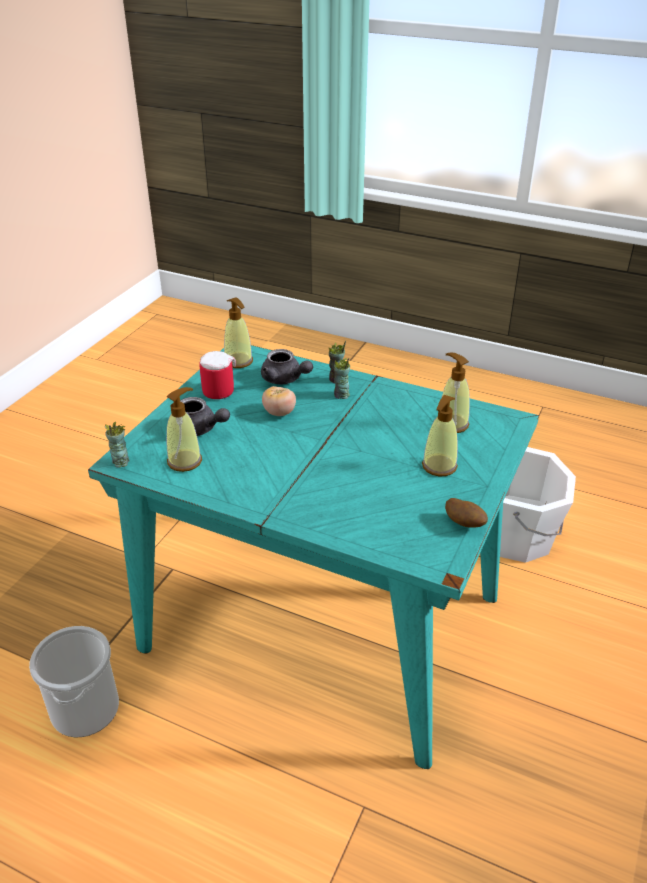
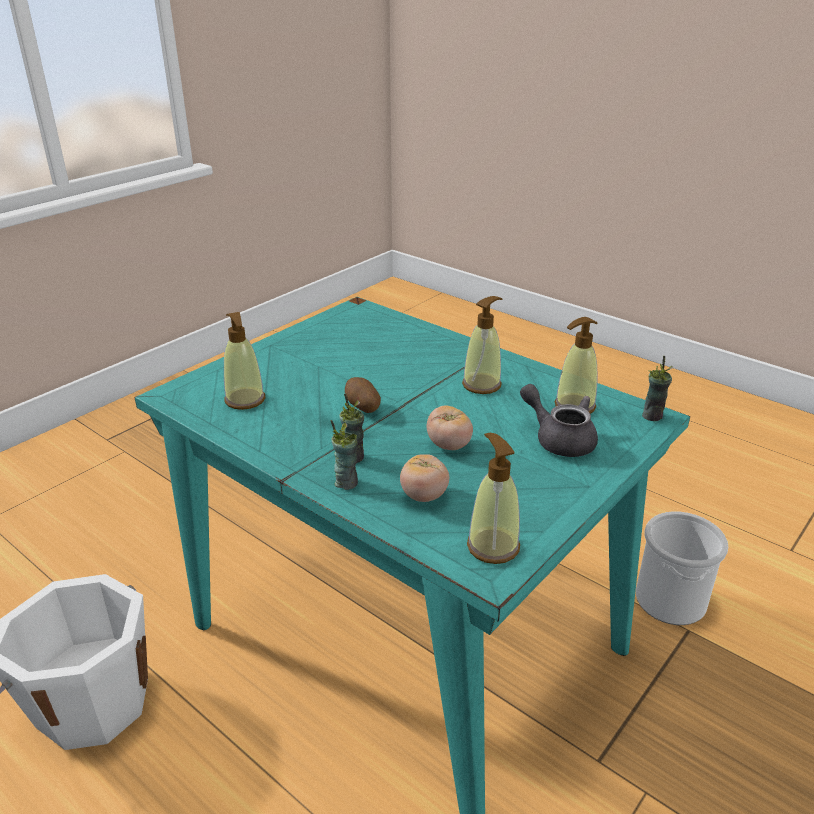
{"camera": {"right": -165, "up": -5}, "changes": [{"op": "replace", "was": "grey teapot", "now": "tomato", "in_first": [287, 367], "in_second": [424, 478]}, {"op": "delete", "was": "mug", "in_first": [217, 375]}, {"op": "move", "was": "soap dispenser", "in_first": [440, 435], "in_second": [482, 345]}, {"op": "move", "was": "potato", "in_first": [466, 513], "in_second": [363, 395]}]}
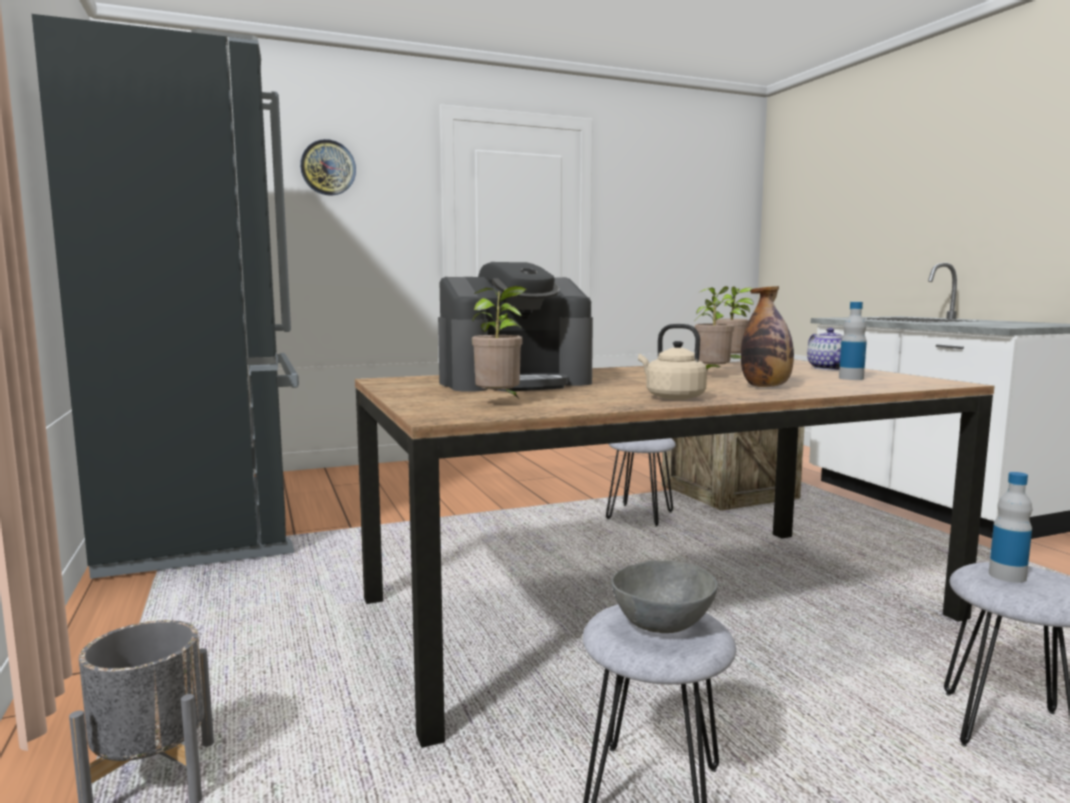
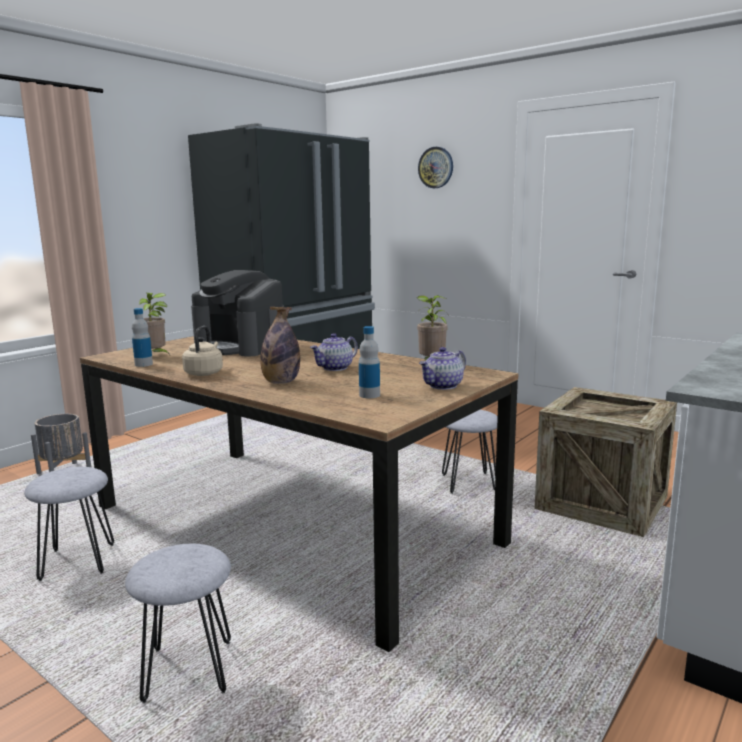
{"camera": {"right": 60, "up": 5}, "changes": [{"op": "replace", "was": "potted plant", "now": "teapot", "in_first": [714, 328], "in_second": [334, 352]}, {"op": "move", "was": "bottle", "in_first": [1010, 527], "in_second": [142, 337]}, {"op": "delete", "was": "grey bowl", "in_first": [664, 596]}]}
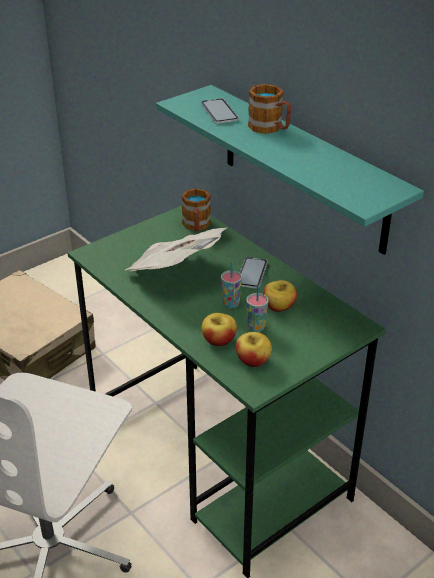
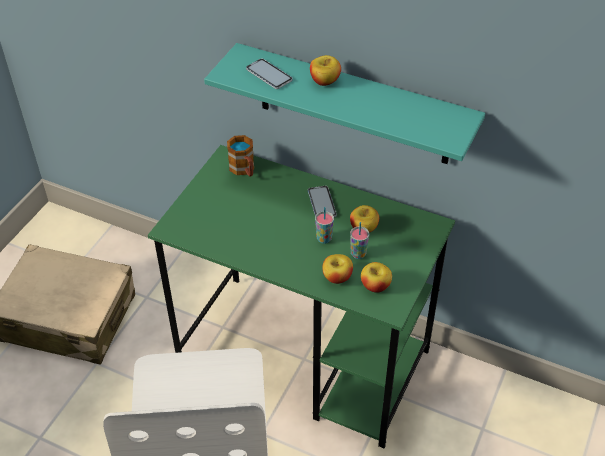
{"camera": {"right": -25, "up": 10}, "changes": [{"op": "replace", "was": "mug", "now": "apple", "in_first": [269, 109], "in_second": [325, 70]}, {"op": "delete", "was": "newspaper", "in_first": [175, 249]}]}
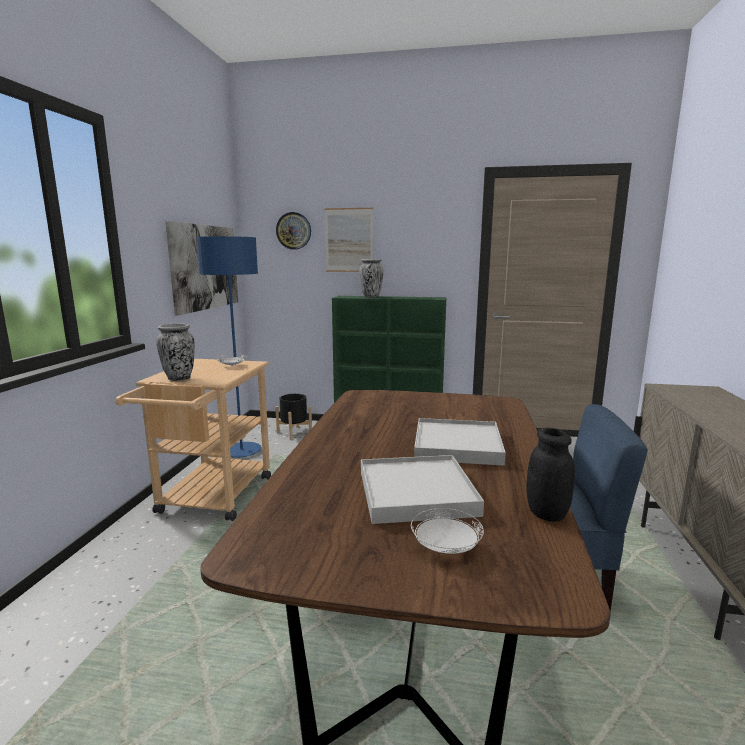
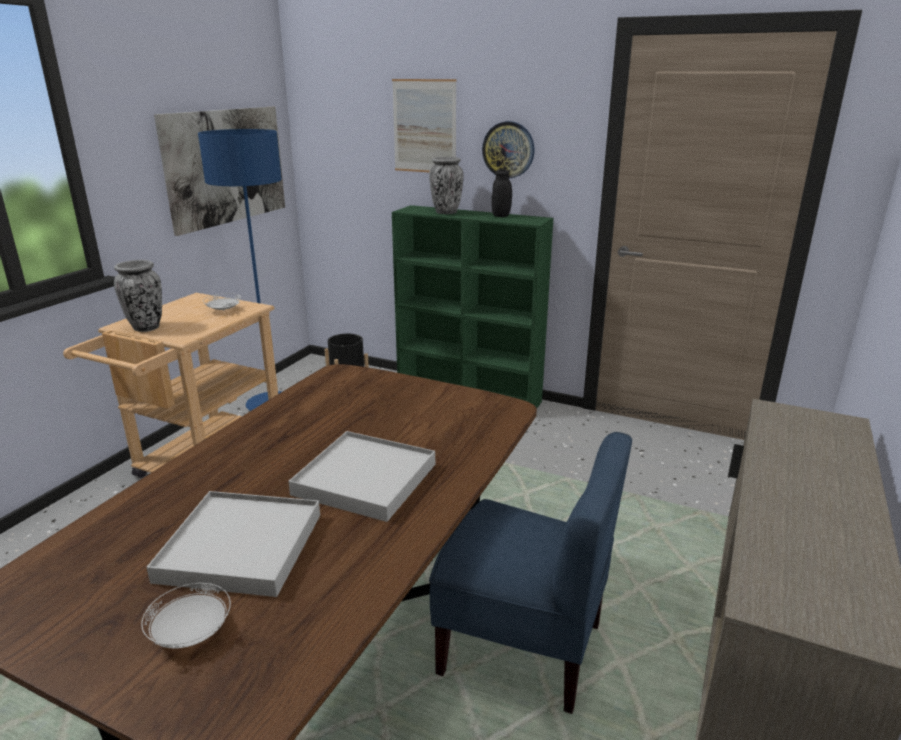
{"camera": {"right": 15, "up": 10}, "changes": [{"op": "move", "was": "wall clock", "in_first": [293, 231], "in_second": [508, 150]}, {"op": "move", "was": "black jar", "in_first": [550, 475], "in_second": [502, 193]}]}
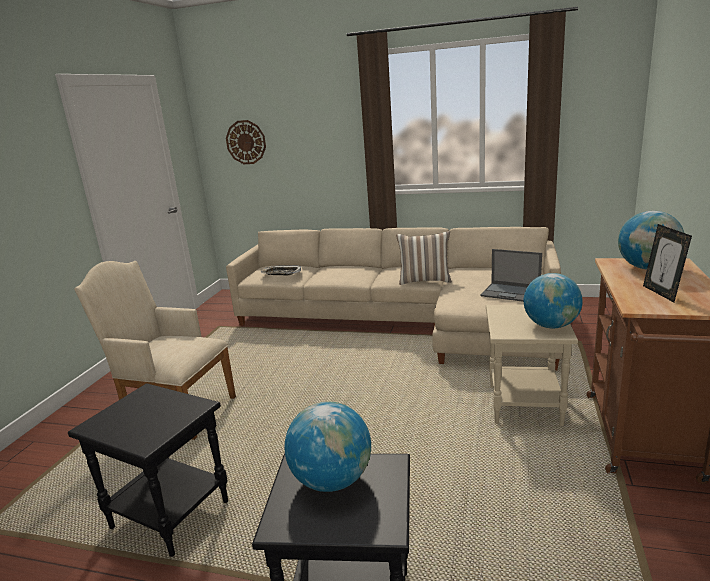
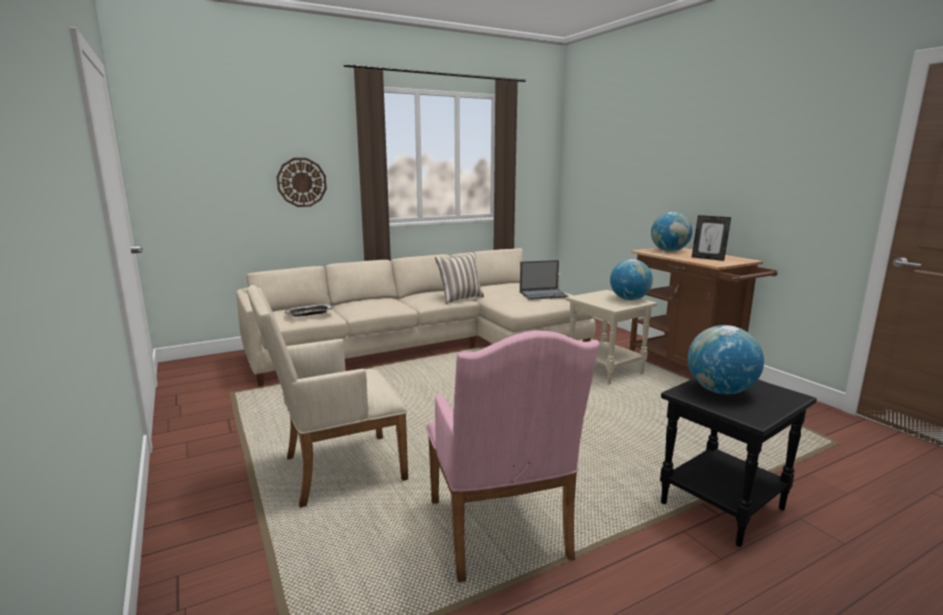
{"camera": {"right": -45, "up": -5}, "changes": [{"op": "move", "was": "wall clock", "in_first": [246, 142], "in_second": [301, 182]}, {"op": "replace", "was": "black side table", "now": "pink armchair", "in_first": [148, 470], "in_second": [513, 457]}]}
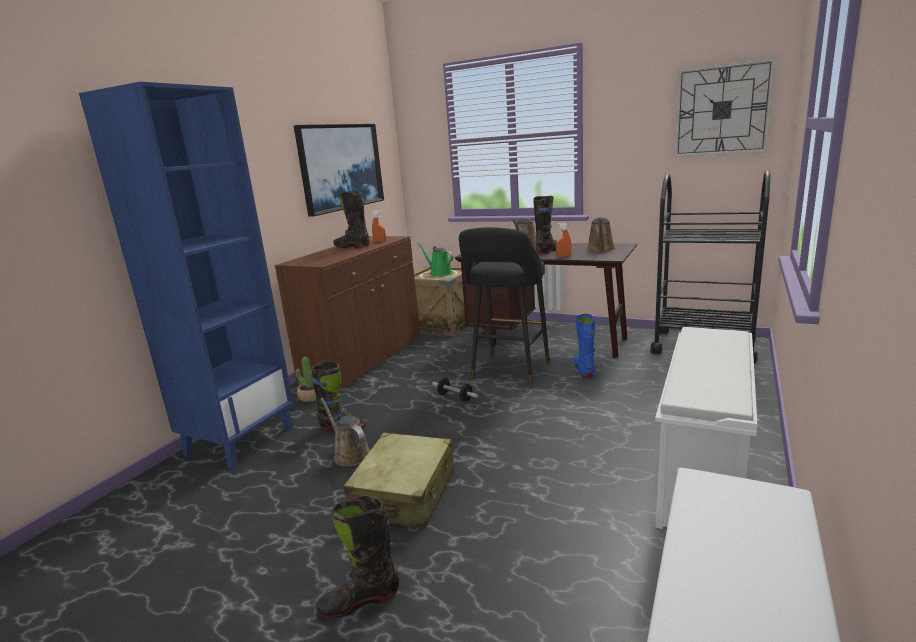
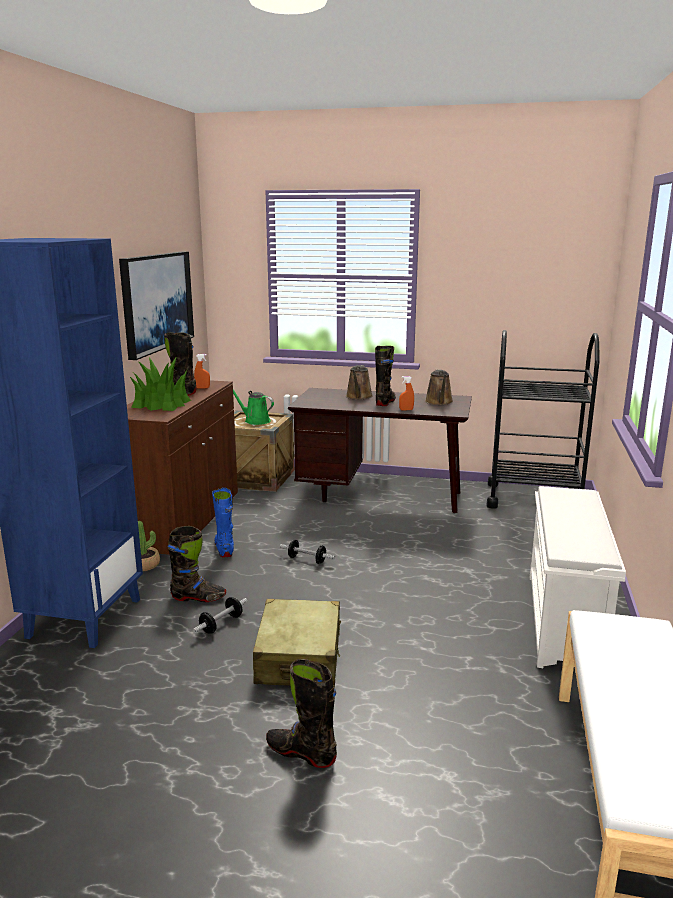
{"camera": {"right": -15, "up": 0}, "changes": [{"op": "delete", "was": "wall clock", "in_first": [725, 107]}, {"op": "delete", "was": "black stool", "in_first": [504, 306]}, {"op": "move", "was": "blue boot", "in_first": [584, 346], "in_second": [223, 523]}, {"op": "replace", "was": "brown watering can", "now": "dumbbell", "in_first": [345, 431], "in_second": [220, 615]}, {"op": "rotate", "was": "black boot", "in_first": [357, 556], "in_second": [301, 713], "clockwise": 60}, {"op": "insert", "now": "potted plant", "in_second": [160, 383]}]}
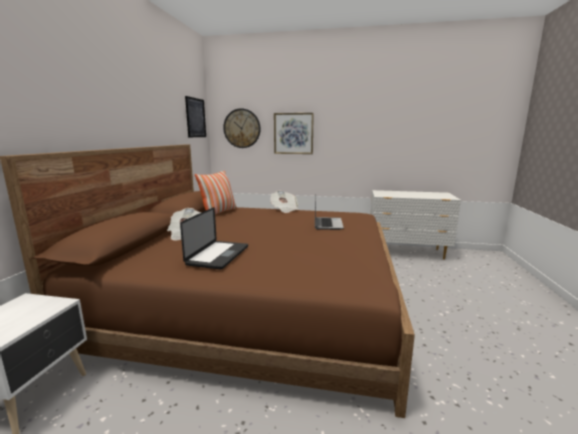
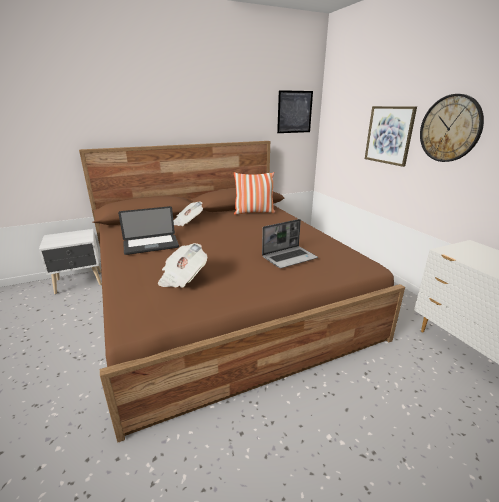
{"camera": {"right": 55, "up": 10}, "changes": [{"op": "move", "was": "wall clock", "in_first": [242, 128], "in_second": [452, 128]}, {"op": "move", "was": "newspaper", "in_first": [284, 201], "in_second": [182, 265]}]}
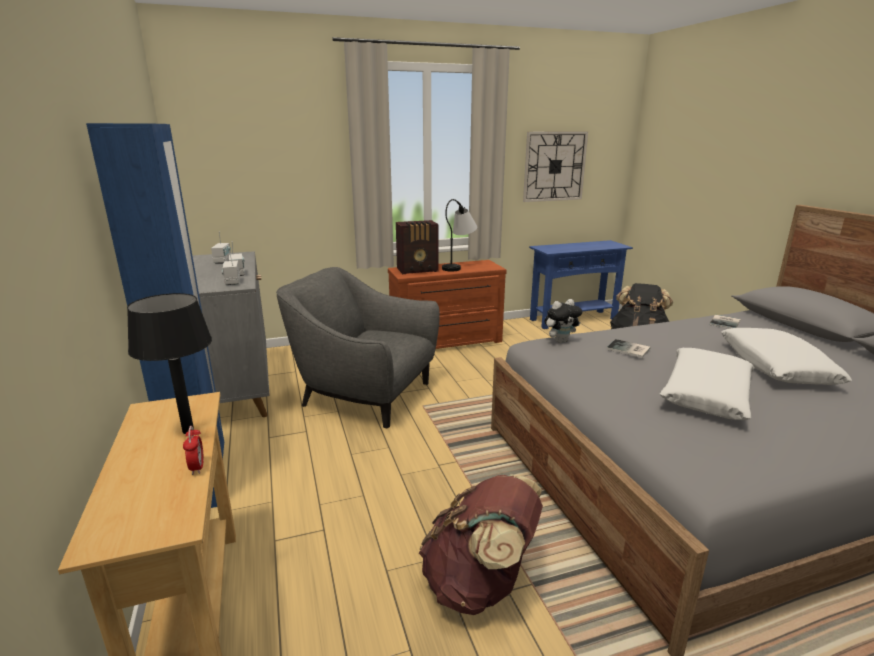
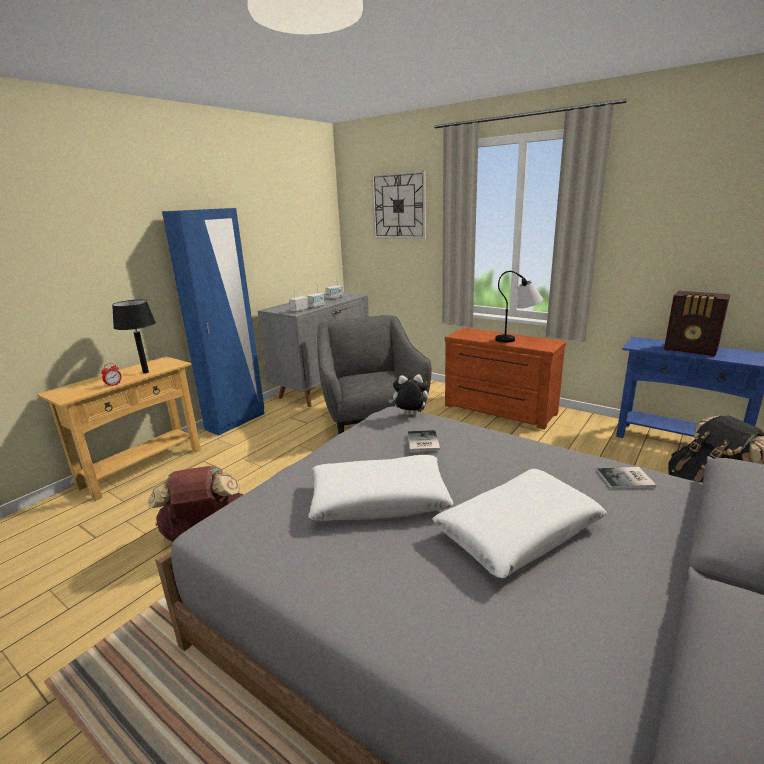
{"camera": {"right": 55, "up": 0}, "changes": [{"op": "move", "was": "wall clock", "in_first": [555, 166], "in_second": [398, 204]}, {"op": "move", "was": "radio", "in_first": [417, 247], "in_second": [697, 324]}, {"op": "rotate", "was": "plush toy", "in_first": [563, 321], "in_second": [408, 394], "clockwise": 150}]}
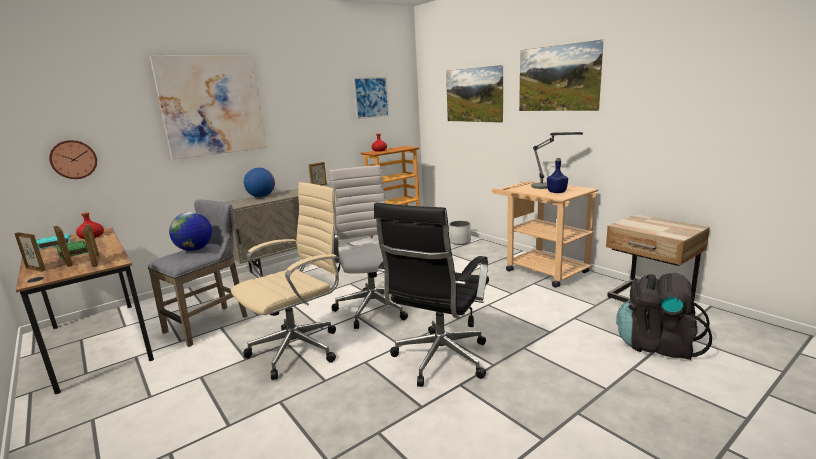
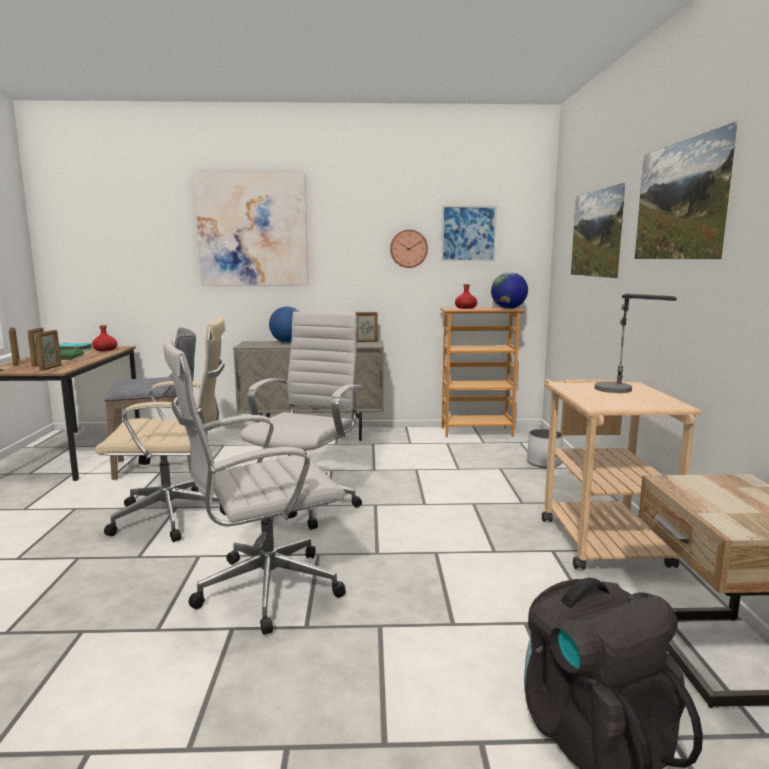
{"camera": {"right": 35, "up": -5}, "changes": [{"op": "move", "was": "wall clock", "in_first": [73, 159], "in_second": [409, 248]}, {"op": "delete", "was": "blue bottle", "in_first": [557, 175]}, {"op": "recolor", "was": "black office chair", "now": "white office chair", "in_first": [431, 294], "in_second": [255, 486]}, {"op": "move", "was": "globe", "in_first": [190, 231], "in_second": [509, 290]}]}
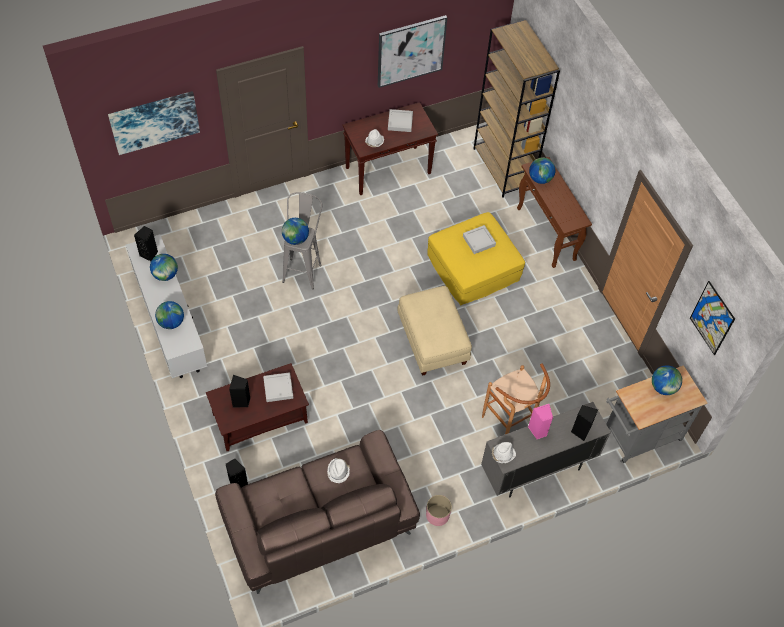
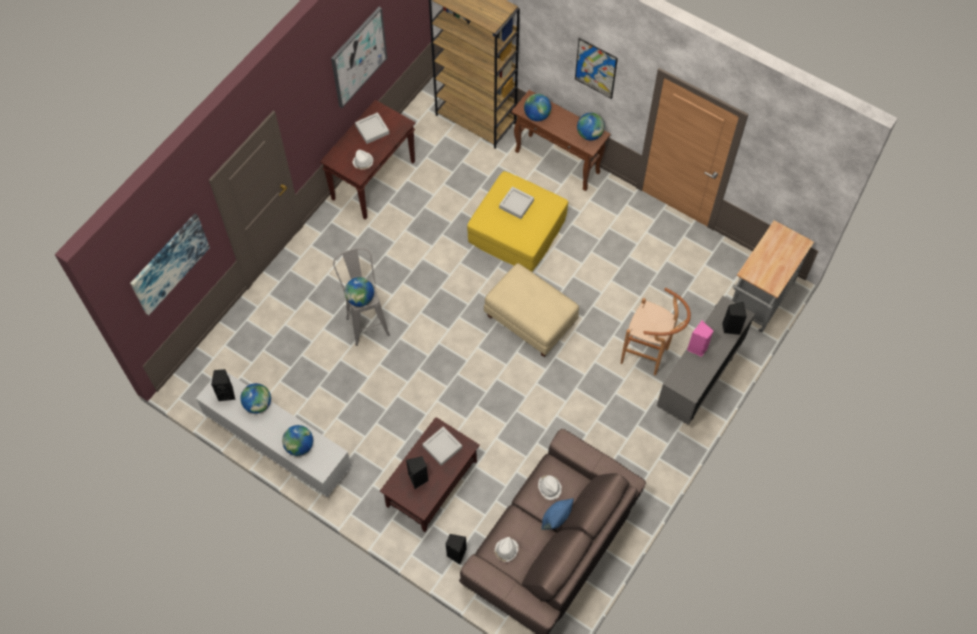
{"camera": {"right": -30, "up": 5}, "changes": [{"op": "move", "was": "picture", "in_first": [712, 318], "in_second": [596, 68]}, {"op": "move", "was": "globe", "in_first": [667, 380], "in_second": [591, 127]}, {"op": "move", "was": "white hat", "in_first": [504, 452], "in_second": [506, 549]}, {"op": "delete", "was": "pink planter", "in_first": [439, 510]}, {"op": "insert", "now": "blue pillow", "in_second": [557, 514]}]}
